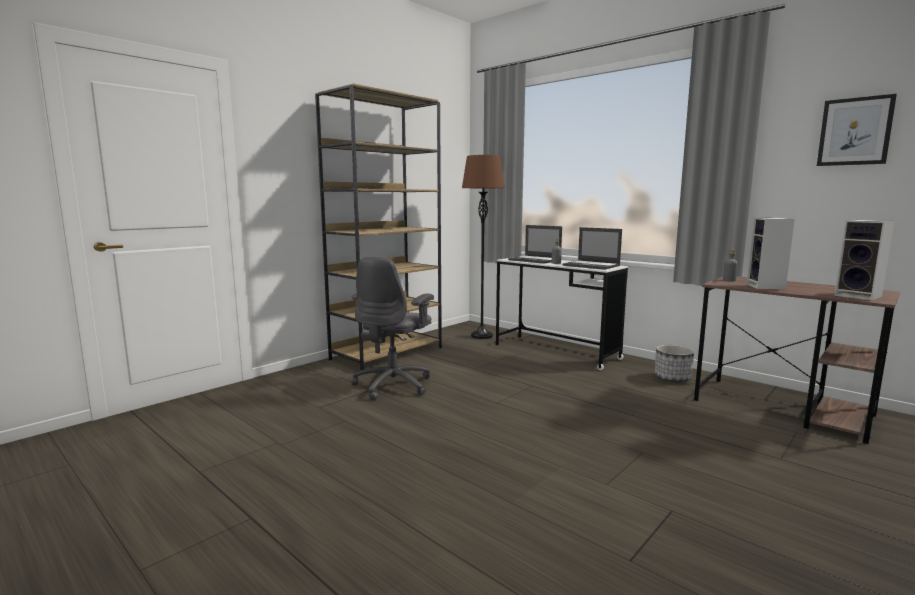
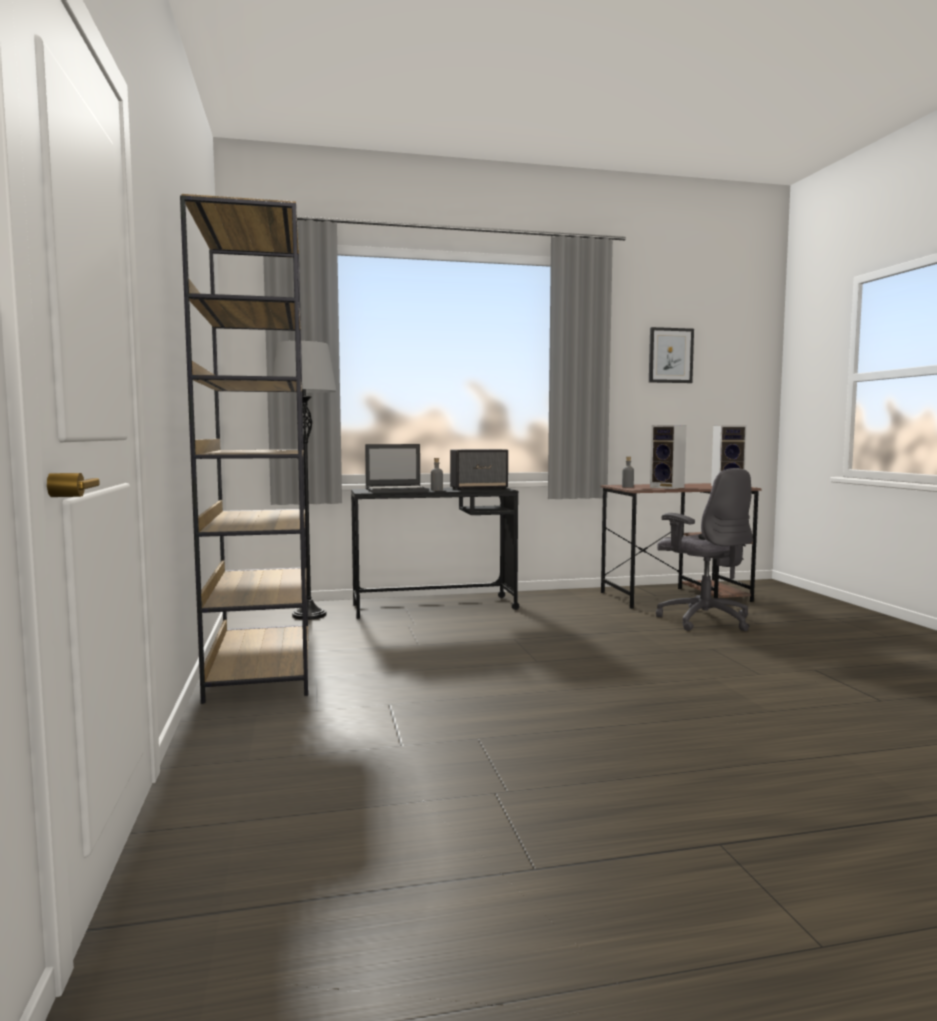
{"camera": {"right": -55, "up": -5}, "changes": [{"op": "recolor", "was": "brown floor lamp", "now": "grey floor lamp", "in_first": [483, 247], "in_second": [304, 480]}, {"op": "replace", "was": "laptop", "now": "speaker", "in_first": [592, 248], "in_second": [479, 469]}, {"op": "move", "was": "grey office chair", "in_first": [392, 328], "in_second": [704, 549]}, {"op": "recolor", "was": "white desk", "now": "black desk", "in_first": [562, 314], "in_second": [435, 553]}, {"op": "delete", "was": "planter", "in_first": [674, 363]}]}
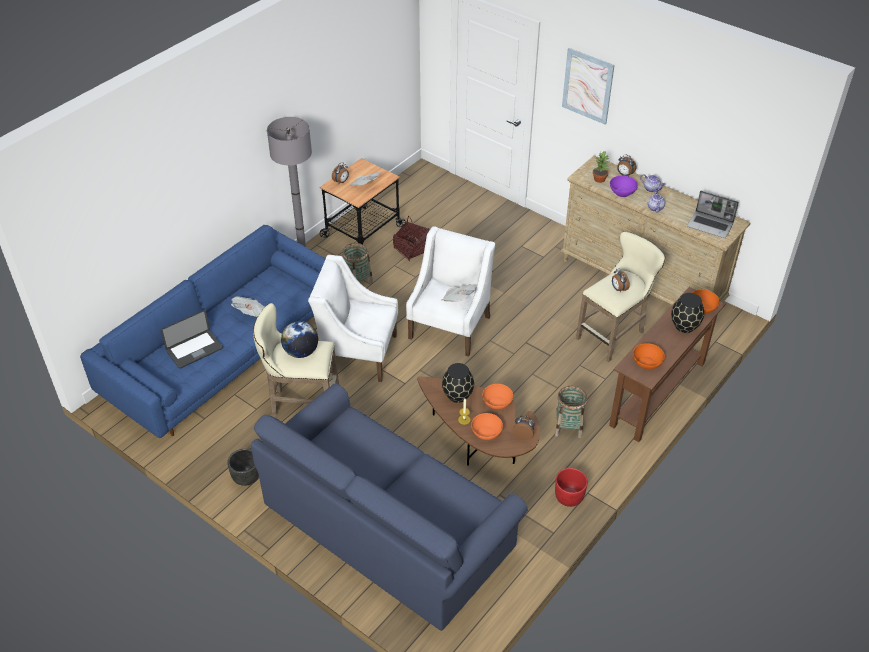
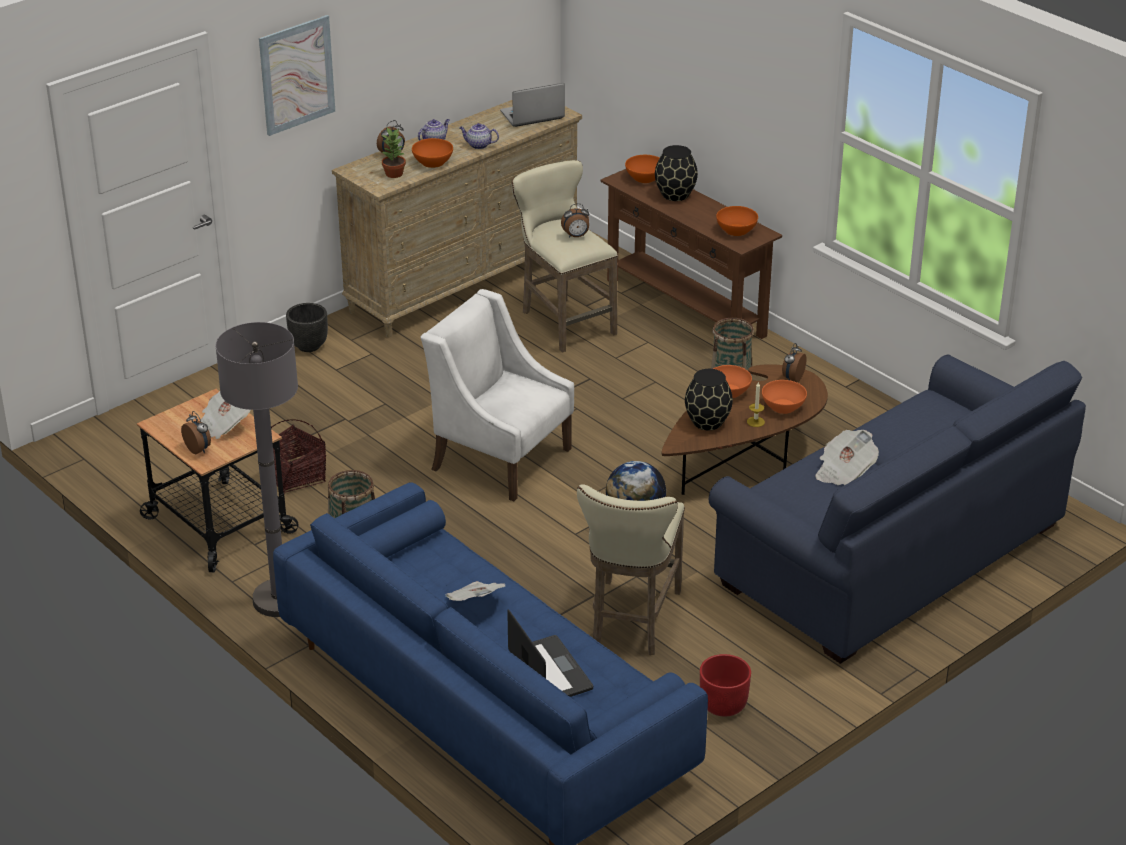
{"camera": {"right": -80, "up": -10}, "changes": [{"op": "recolor", "was": "purple bowl", "now": "orange bowl", "in_first": [624, 186], "in_second": [432, 153]}, {"op": "rotate", "was": "laptop", "in_first": [713, 214], "in_second": [532, 105], "clockwise": -150}, {"op": "delete", "was": "white armchair", "in_first": [353, 318]}, {"op": "move", "was": "newspaper", "in_first": [459, 293], "in_second": [847, 457]}, {"op": "move", "was": "black planter", "in_first": [243, 467], "in_second": [307, 327]}, {"op": "move", "was": "red planter", "in_first": [571, 487], "in_second": [725, 685]}]}
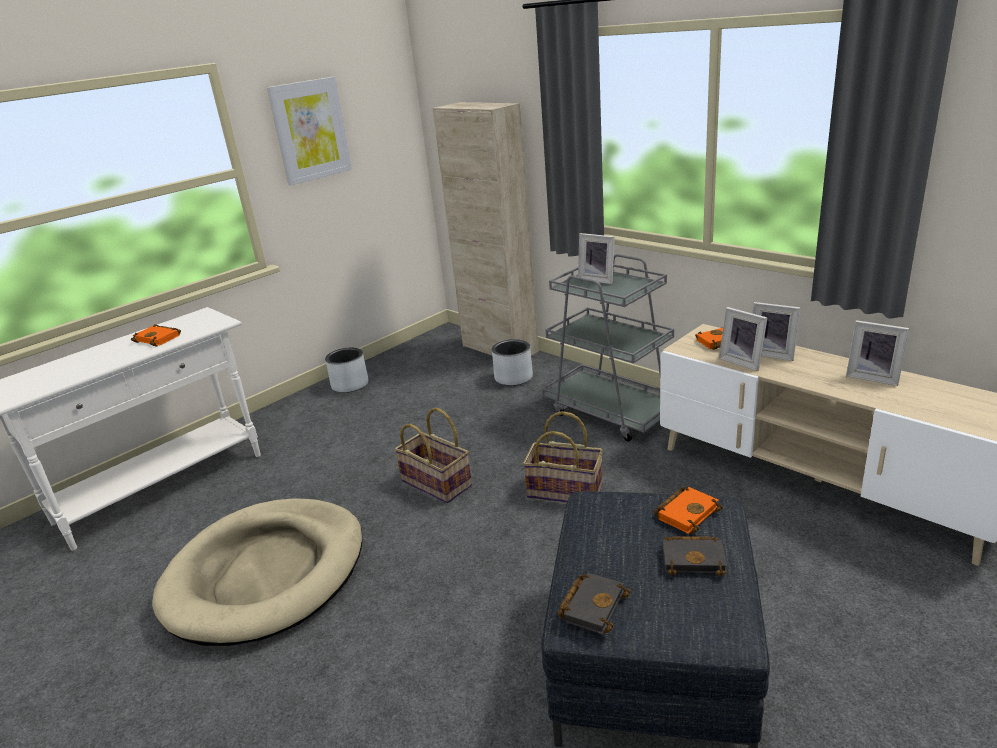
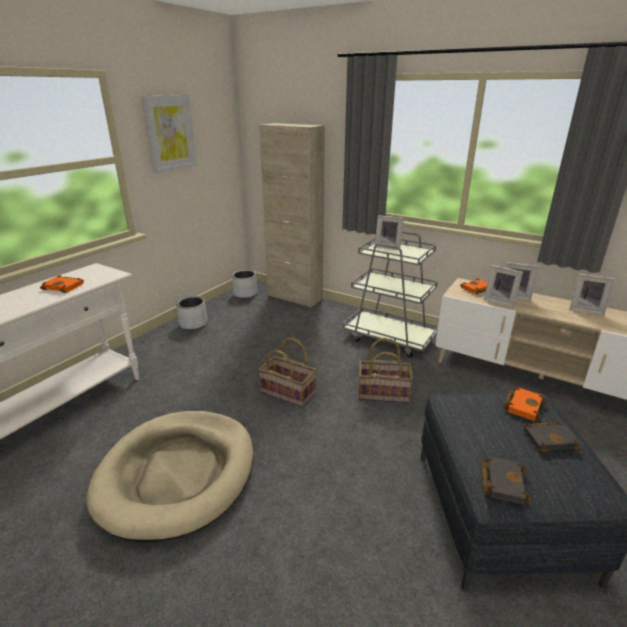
{"camera": {"right": -15, "up": 0}, "changes": [{"op": "move", "was": "grey planter", "in_first": [512, 362], "in_second": [244, 284]}]}
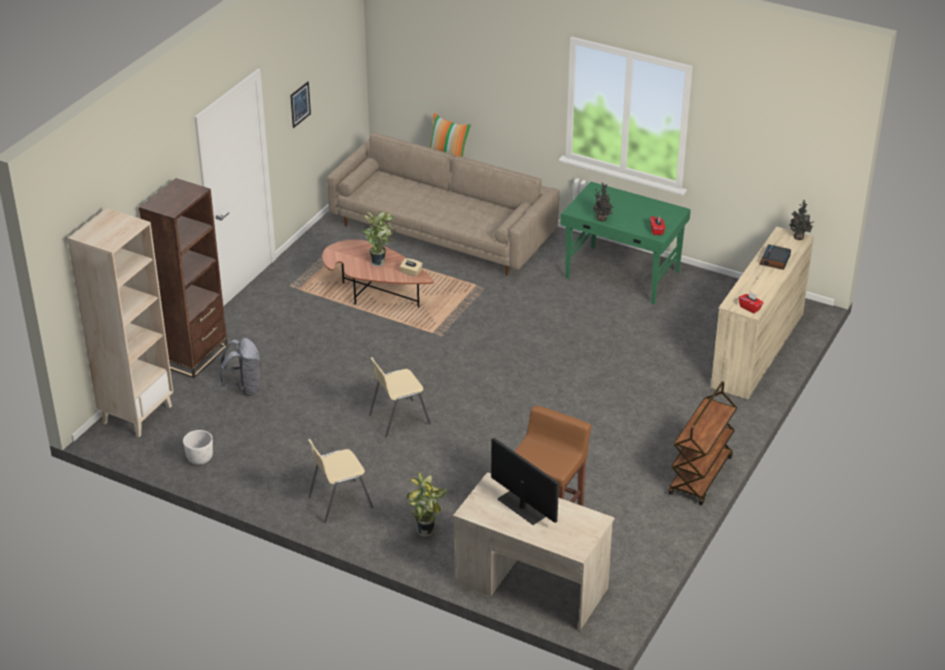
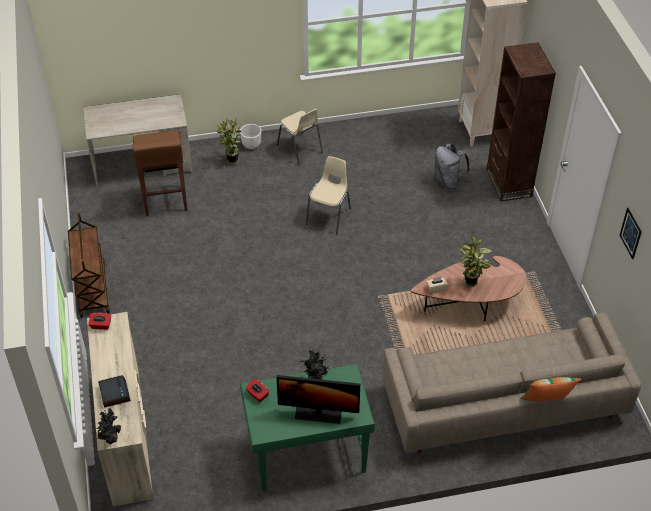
{"camera": {"right": 140, "up": 10}, "changes": [{"op": "move", "was": "white planter", "in_first": [198, 447], "in_second": [250, 136]}, {"op": "move", "was": "monitor", "in_first": [525, 481], "in_second": [318, 399]}, {"op": "rotate", "was": "beige chair", "in_first": [340, 481], "in_second": [300, 137], "clockwise": 120}]}
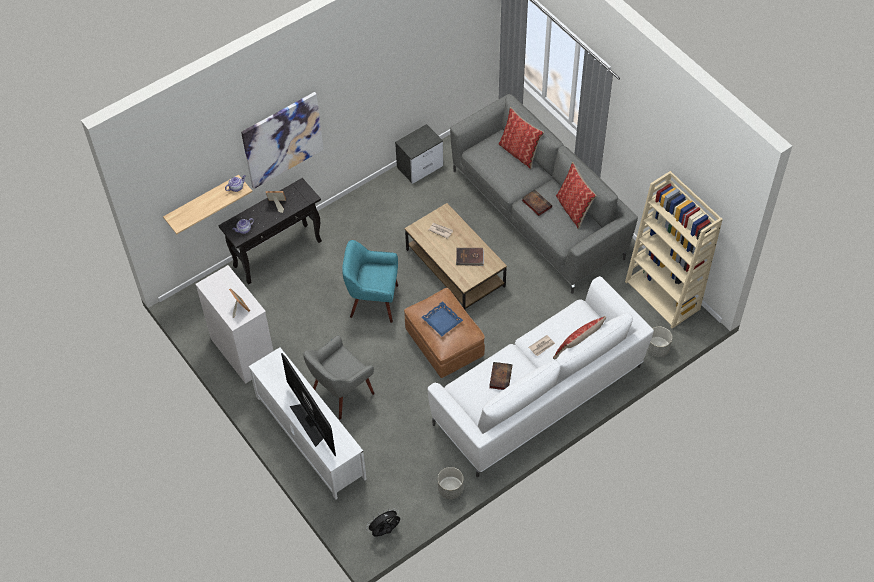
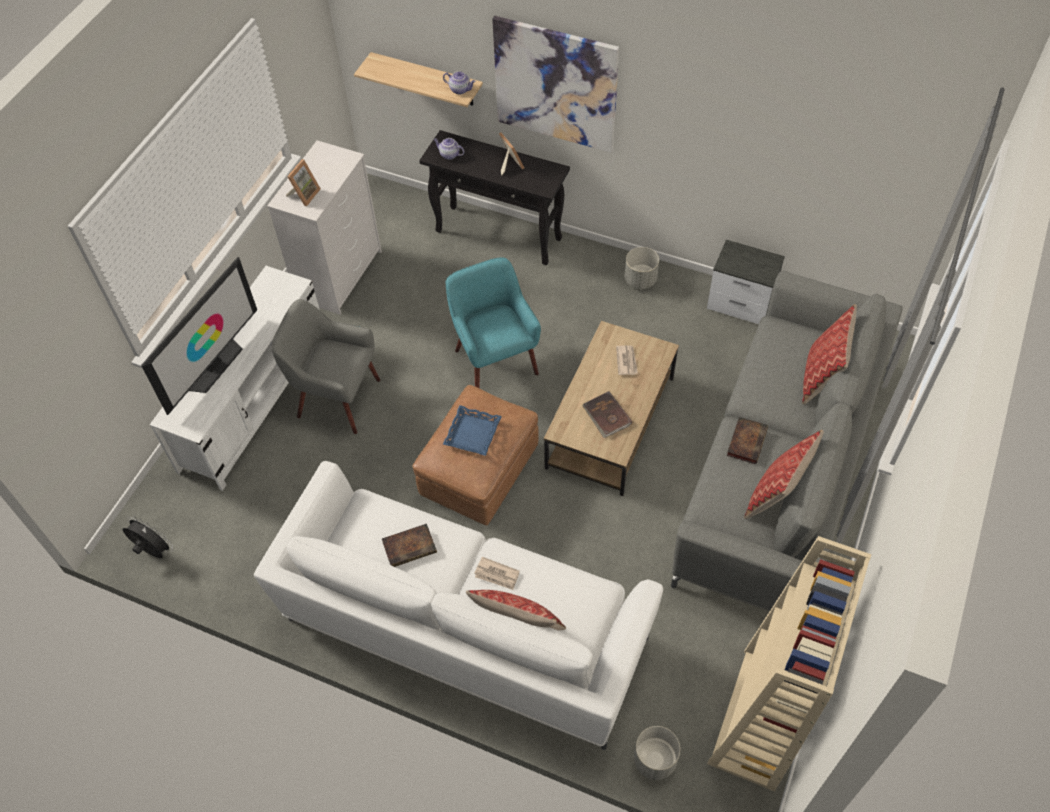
{"camera": {"right": 60, "up": 0}, "changes": [{"op": "move", "was": "grey planter", "in_first": [450, 483], "in_second": [642, 268]}]}
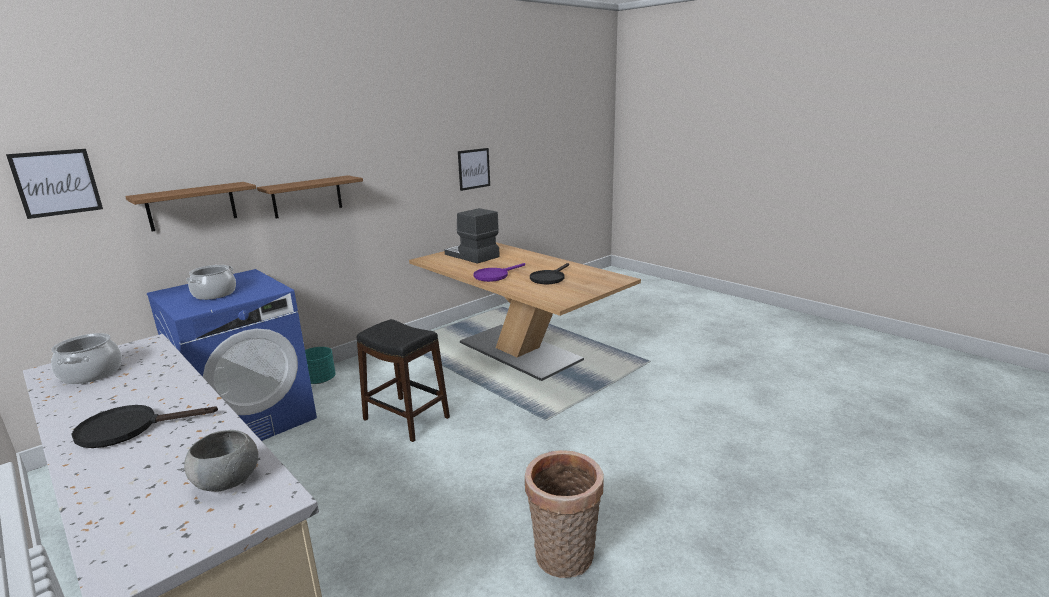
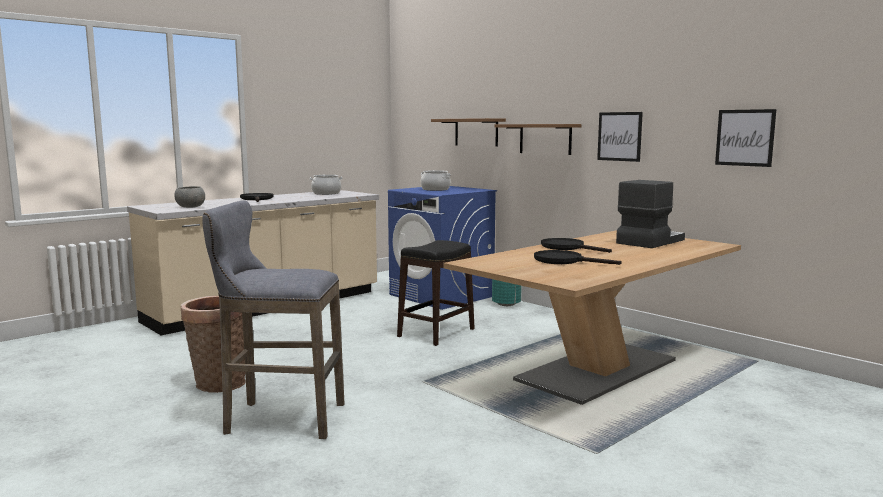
{"camera": {"right": 90, "up": -10}, "changes": [{"op": "move", "was": "picture", "in_first": [54, 184], "in_second": [620, 137]}, {"op": "recolor", "was": "purple frying pan", "now": "black frying pan", "in_first": [499, 272], "in_second": [576, 245]}, {"op": "insert", "now": "grey stool", "in_second": [273, 320]}]}
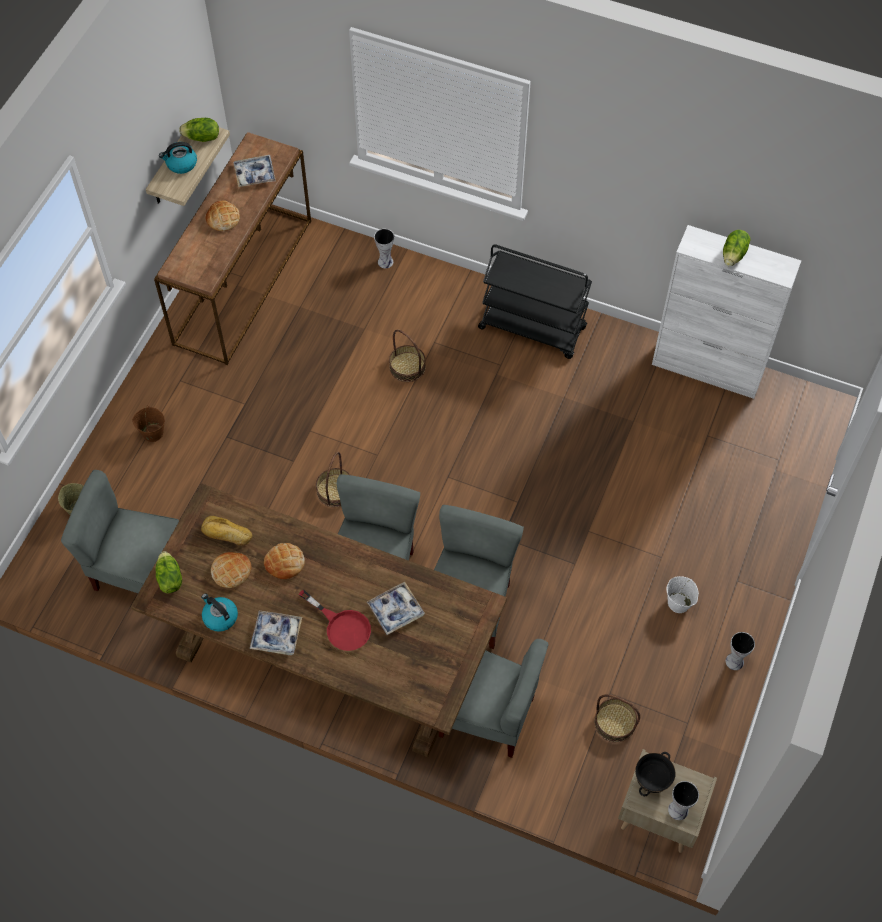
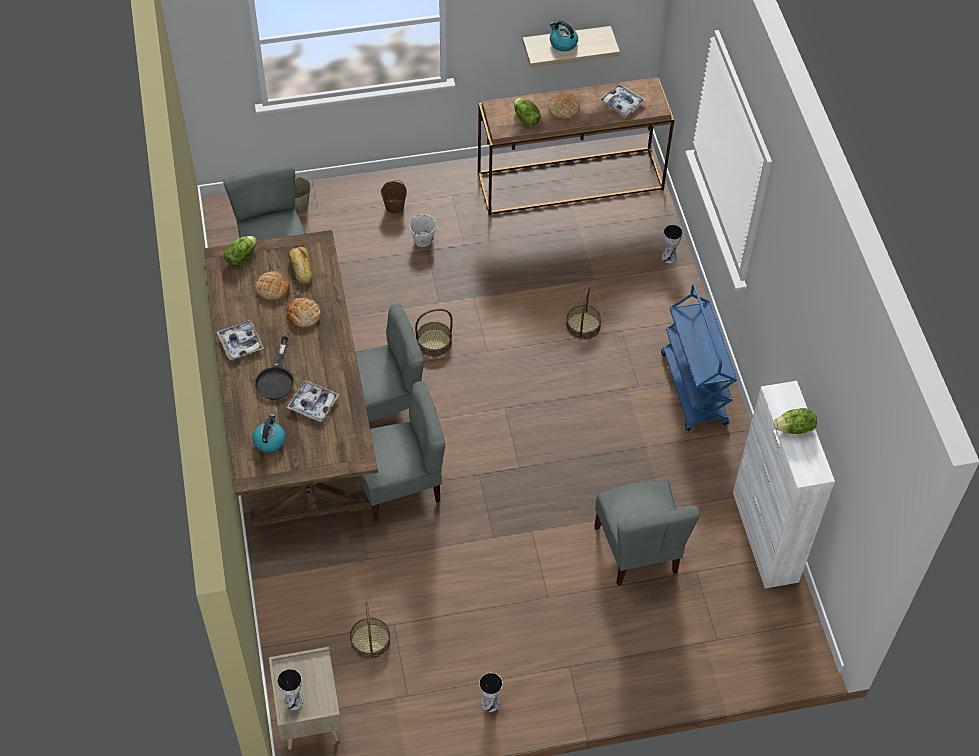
{"camera": {"right": 55, "up": -5}, "changes": [{"op": "move", "was": "lettuce", "in_first": [199, 130], "in_second": [527, 112]}, {"op": "recolor", "was": "black cart", "now": "blue cart", "in_first": [535, 301], "in_second": [699, 358]}, {"op": "move", "was": "white bucket", "in_first": [682, 594], "in_second": [423, 230]}, {"op": "recolor", "was": "red frying pan", "now": "black frying pan", "in_first": [335, 620], "in_second": [274, 368]}, {"op": "move", "was": "kettle", "in_first": [219, 612], "in_second": [269, 433]}, {"op": "move", "was": "grey chair", "in_first": [494, 698], "in_second": [647, 533]}, {"op": "delete", "was": "black bowl", "in_first": [655, 774]}]}
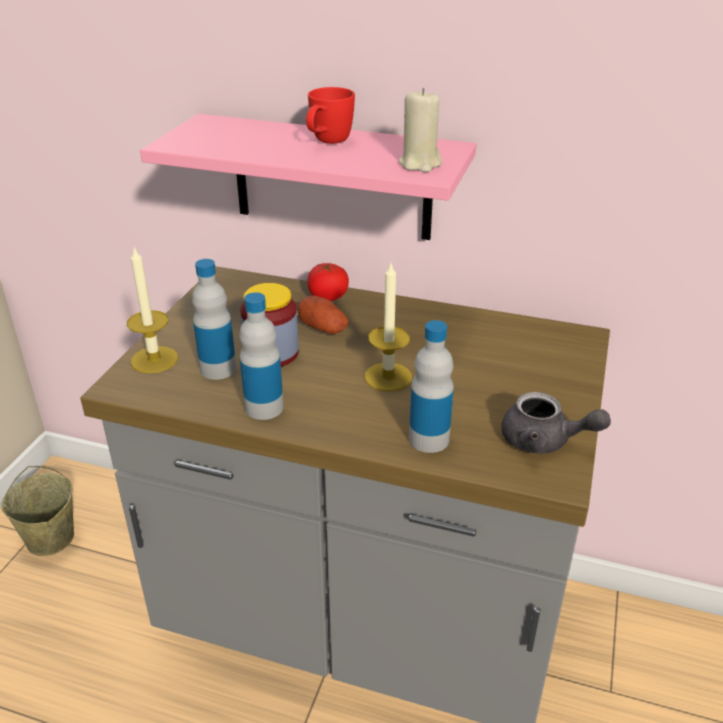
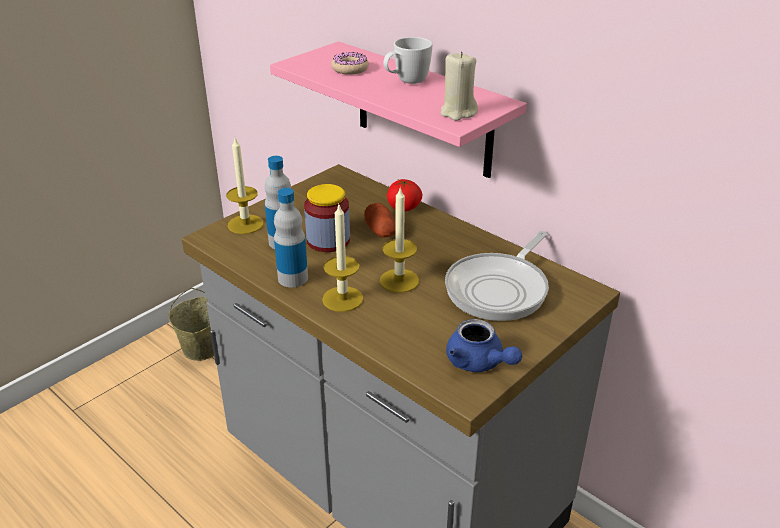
{"camera": {"right": 25, "up": 0}, "changes": [{"op": "recolor", "was": "red mug", "now": "white mug", "in_first": [330, 115], "in_second": [408, 60]}, {"op": "delete", "was": "bottle", "in_first": [431, 386]}, {"op": "recolor", "was": "grey teapot", "now": "blue teapot", "in_first": [556, 423], "in_second": [484, 345]}, {"op": "insert", "now": "donut", "in_second": [350, 63]}, {"op": "insert", "now": "candle", "in_second": [342, 257]}, {"op": "insert", "now": "frying pan", "in_second": [497, 276]}]}
